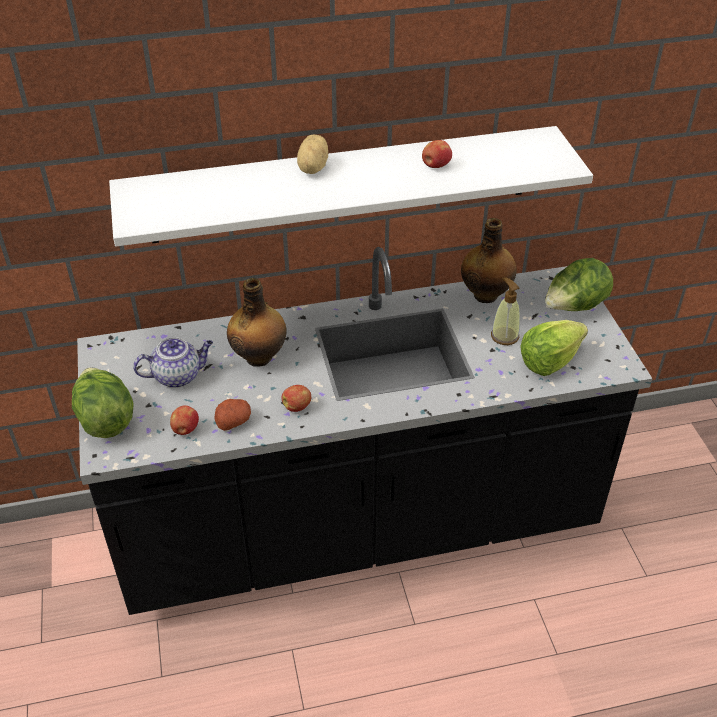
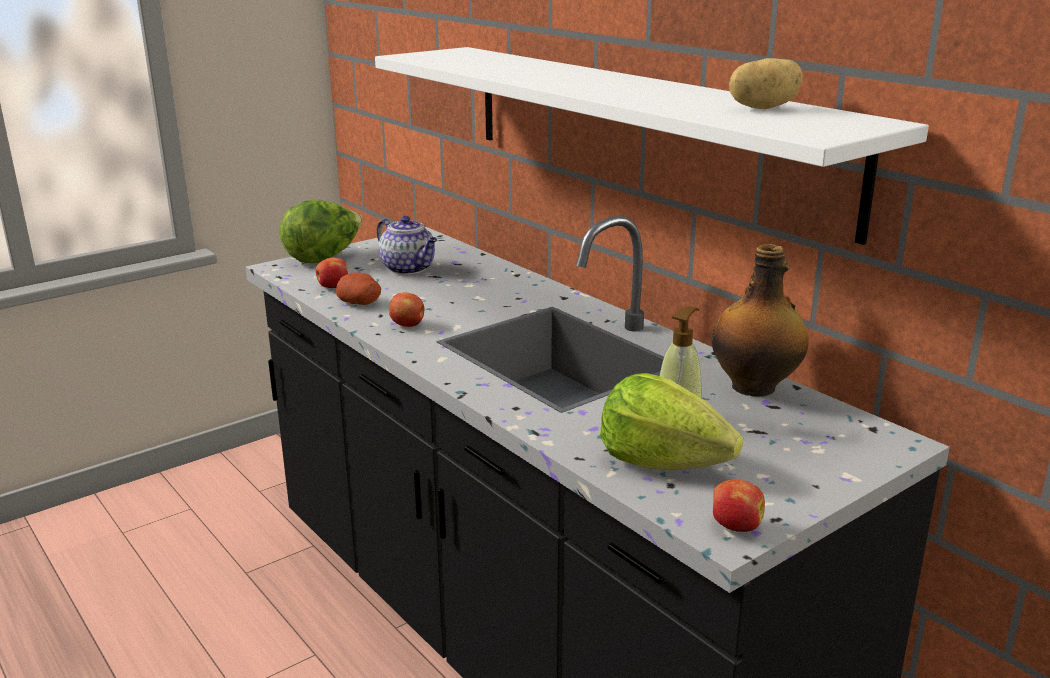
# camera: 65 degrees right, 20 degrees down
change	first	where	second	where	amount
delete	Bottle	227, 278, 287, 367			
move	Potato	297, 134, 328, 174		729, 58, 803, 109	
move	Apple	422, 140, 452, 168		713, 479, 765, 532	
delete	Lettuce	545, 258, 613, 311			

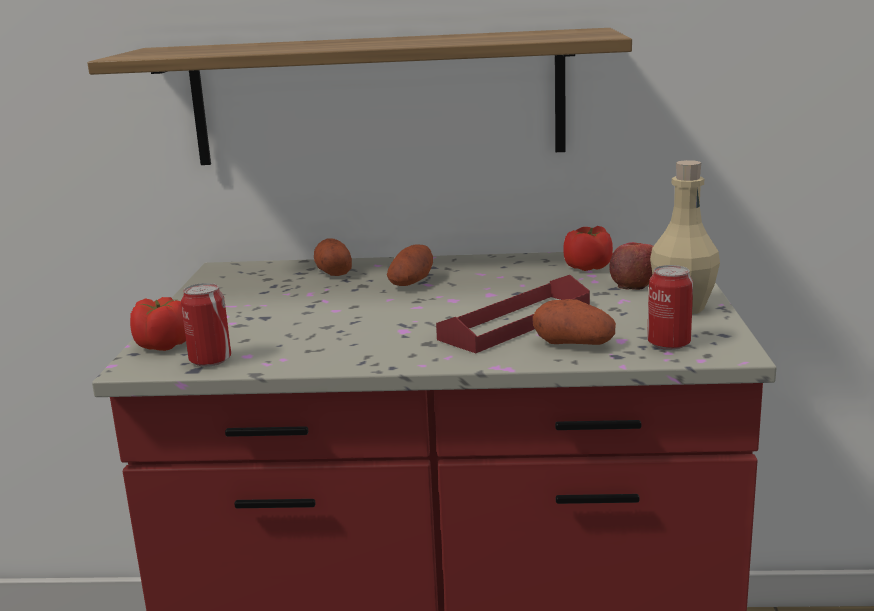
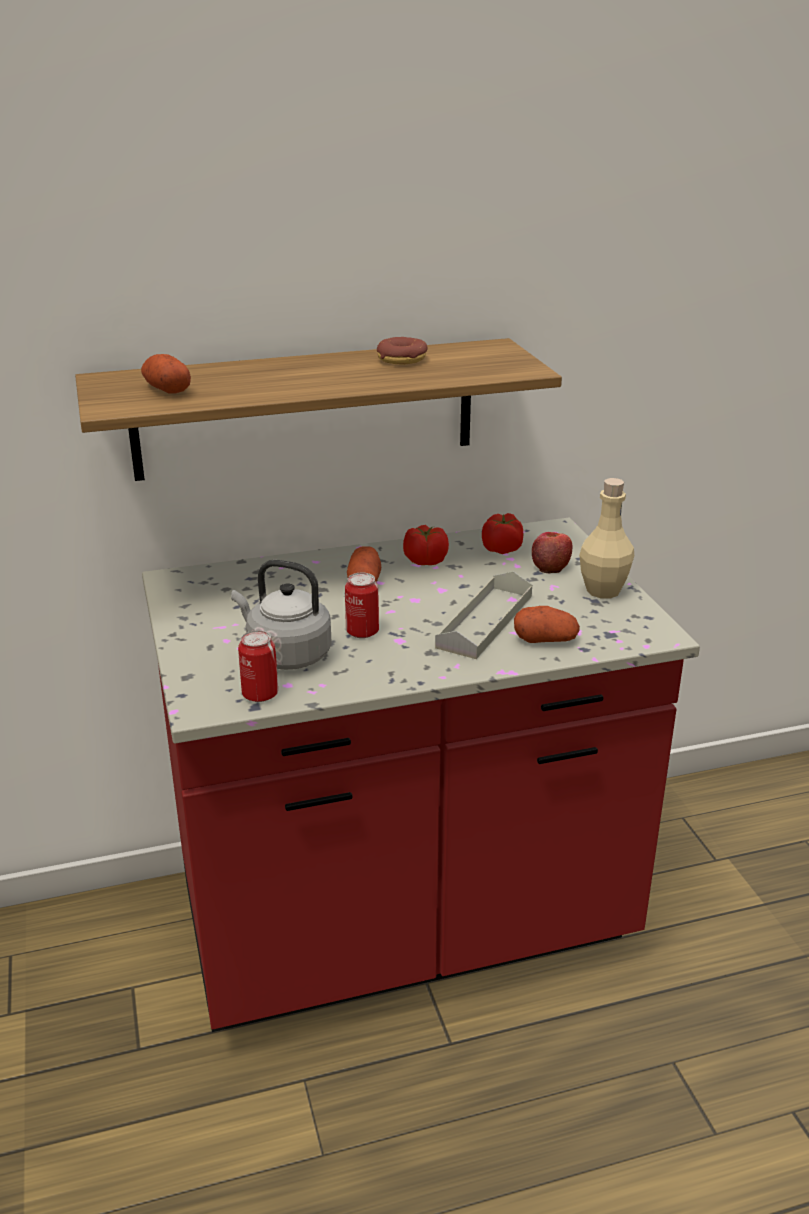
# camera: 20 degrees left, 10 degrees up
change	first	where	second	where	amount
move	Tomato	130, 297, 186, 351		403, 525, 449, 565	
move	Potato	314, 238, 352, 276		141, 354, 191, 393	
recolor	RedTray	436, 275, 590, 353	GreyTray	435, 571, 532, 659	
move	Can	647, 265, 693, 350		345, 573, 379, 638	
insert			GreyKettle	231, 560, 332, 670	
insert			Donut	377, 337, 427, 365	

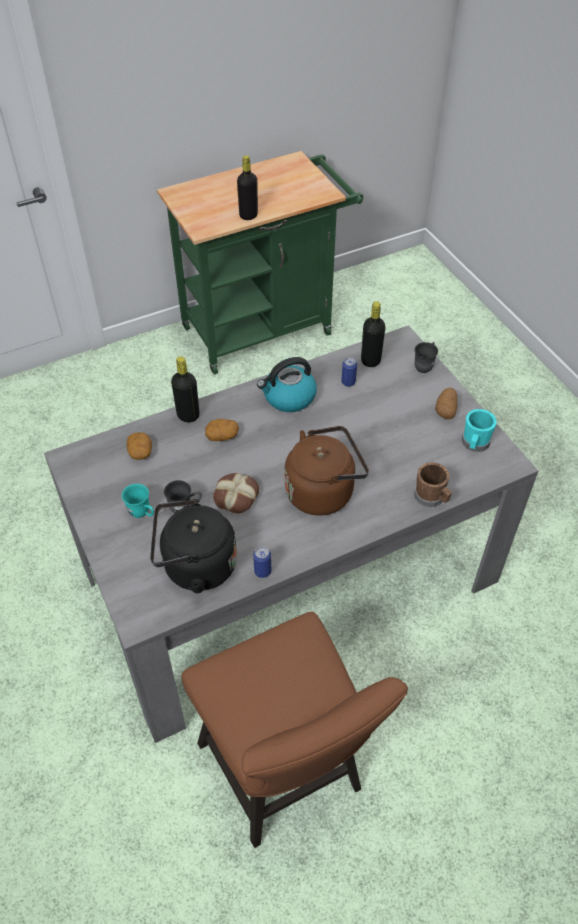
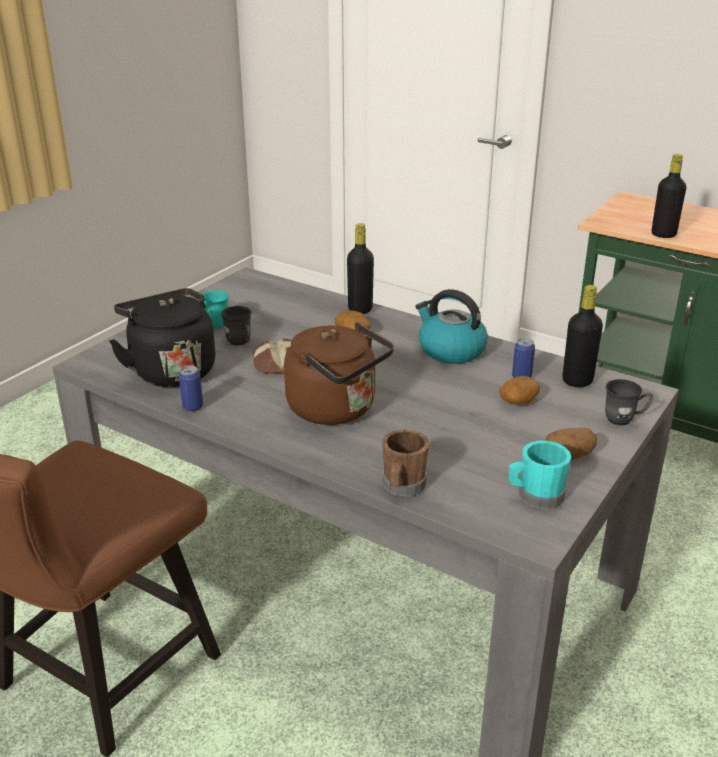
# camera: 60 degrees right, 20 degrees down
change	first	where	second	where	amount
move	Potato	127, 432, 152, 460		499, 376, 540, 404	

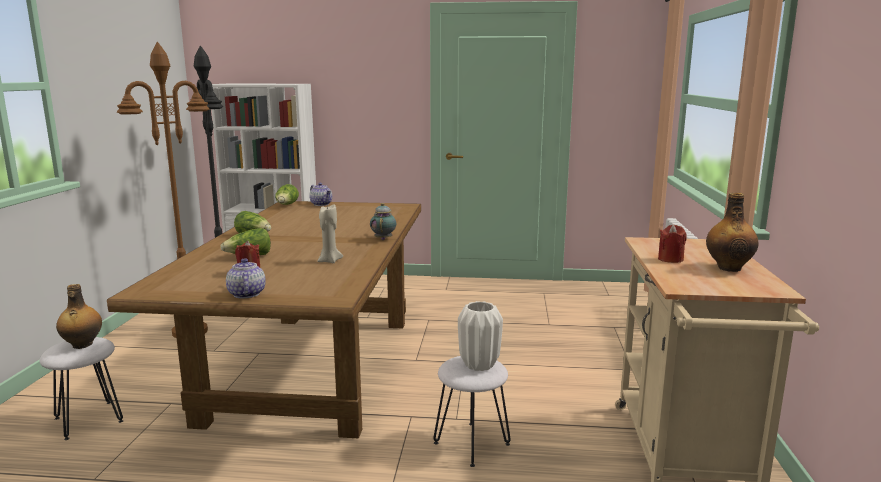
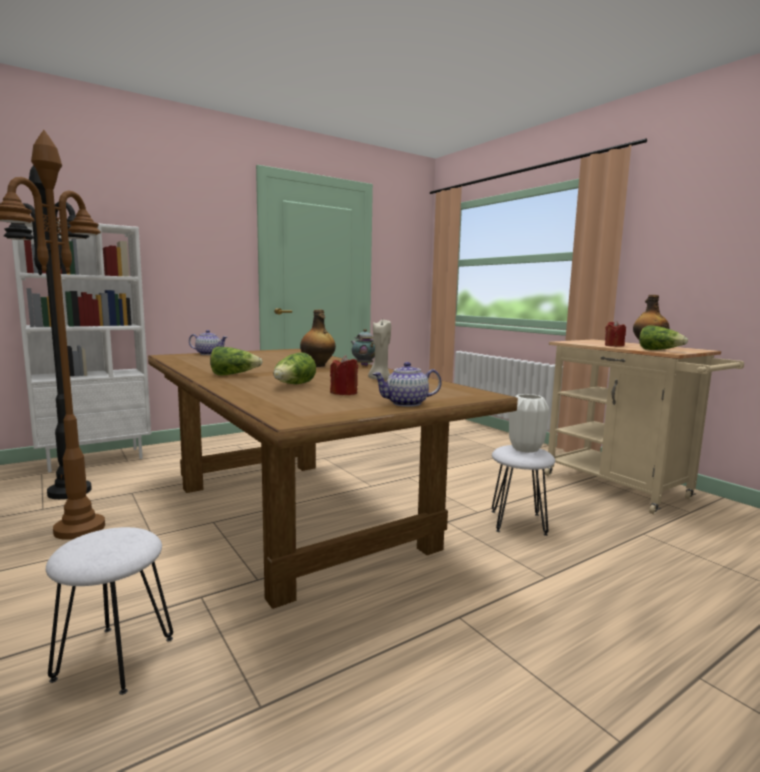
# camera: 40 degrees left, 5 degrees down
change	first	where	second	where	amount
move	Bottle	56, 284, 102, 349		300, 310, 336, 367	
rotate	Teapot	226, 258, 266, 299		373, 362, 442, 407	45 degrees counterclockwise
move	Lettuce	275, 184, 299, 205		639, 325, 688, 350	

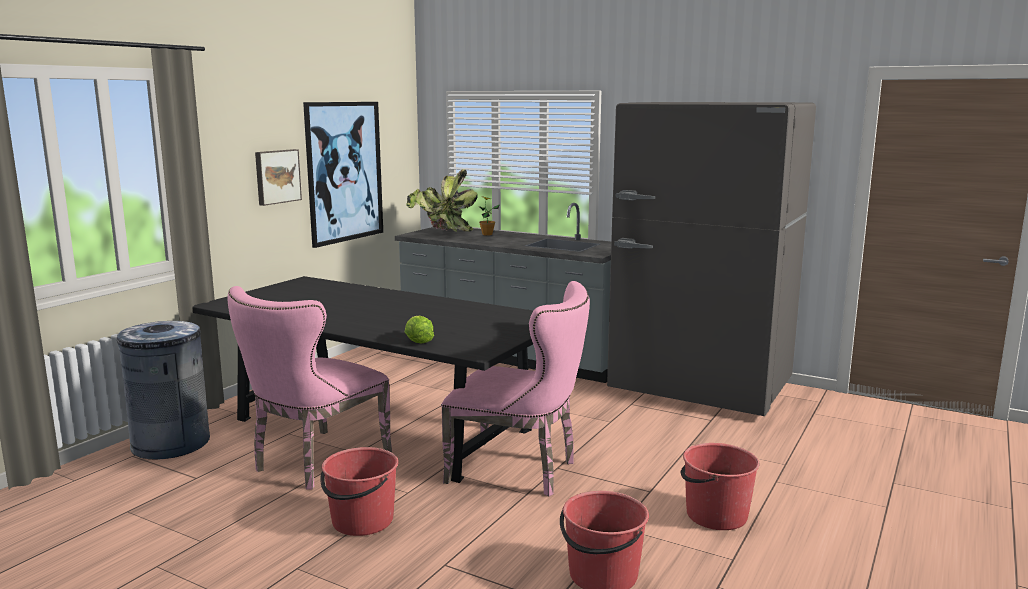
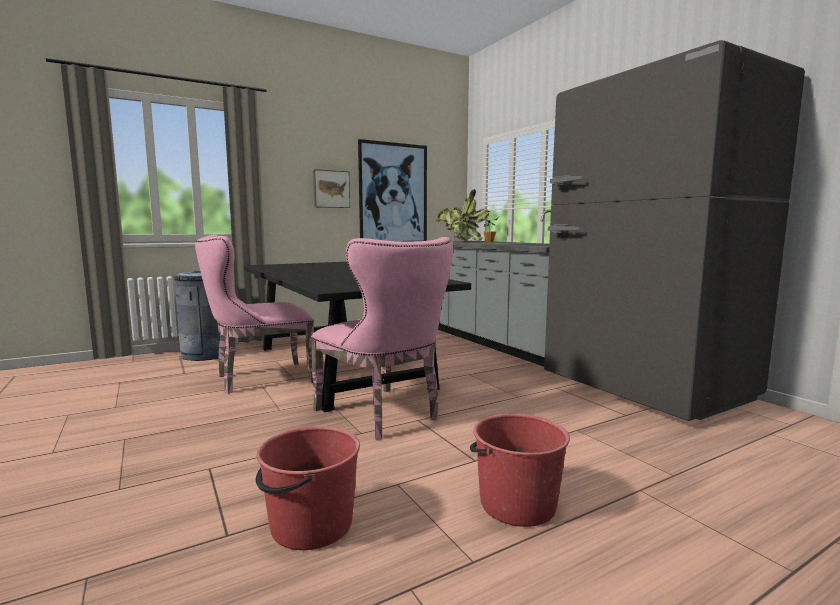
# camera: 30 degrees right, 5 degrees down
change	first	where	second	where	amount
delete	RedBucket	320, 447, 399, 536			
delete	Lettuce	405, 316, 434, 343			

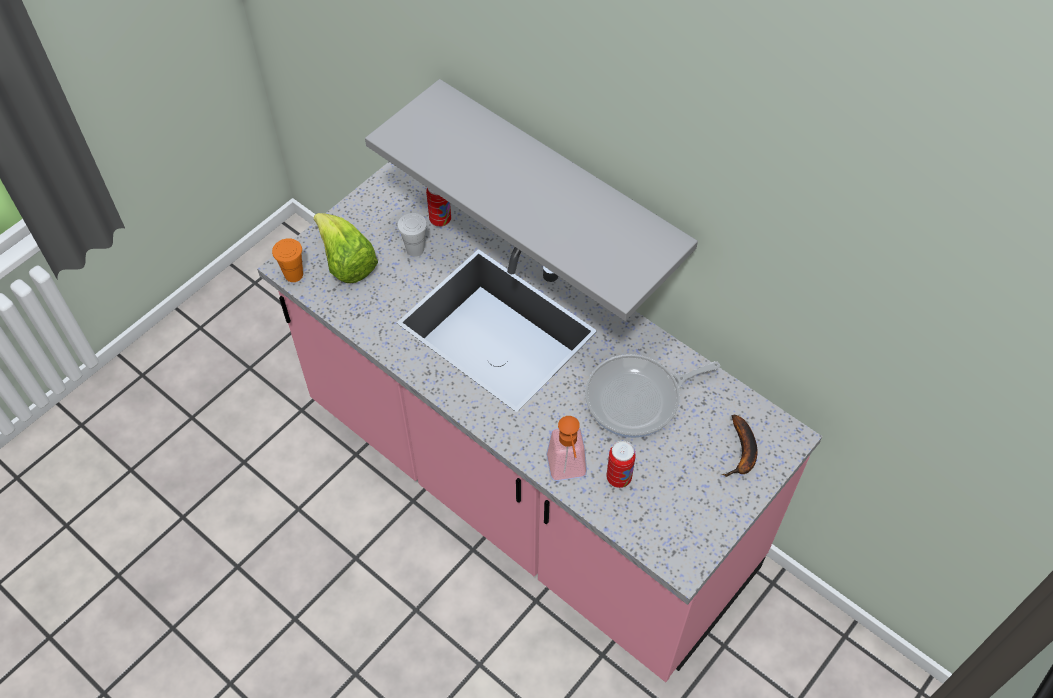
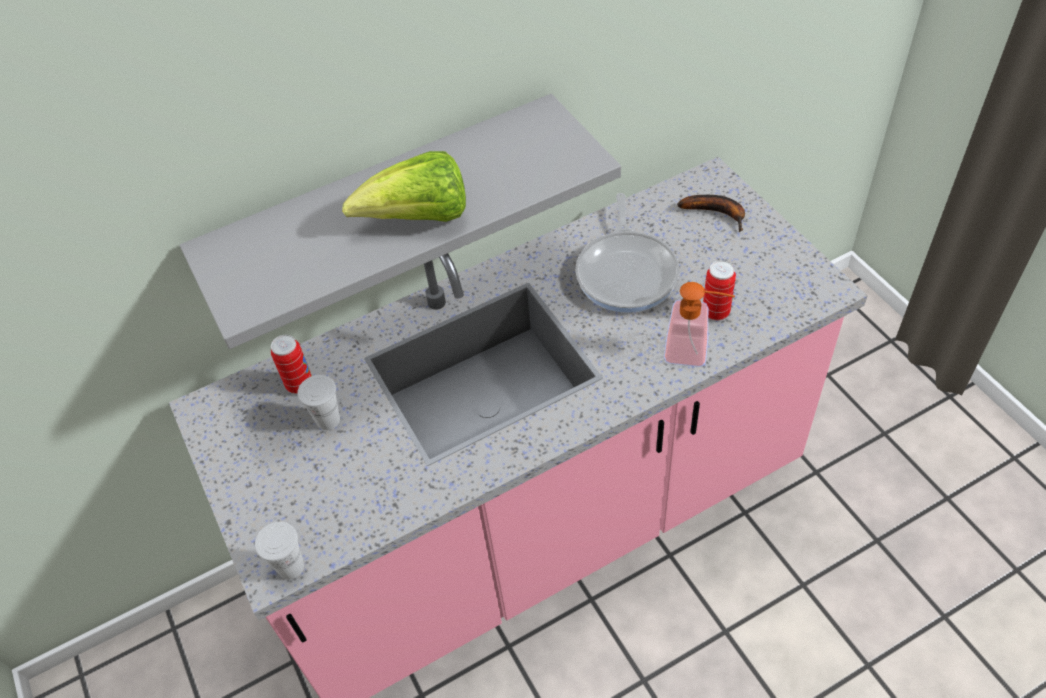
# camera: 65 degrees left, 5 degrees down
change	first	where	second	where	amount
recolor	OrangeCup	272, 238, 303, 282	WhiteCup	255, 522, 304, 580	
move	Lettuce	313, 213, 378, 283		342, 151, 466, 222	

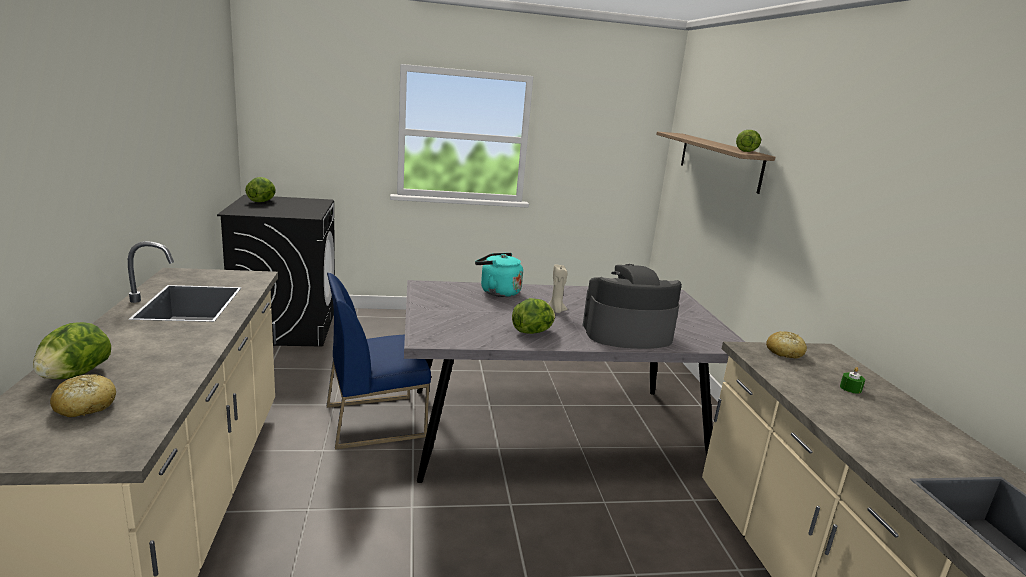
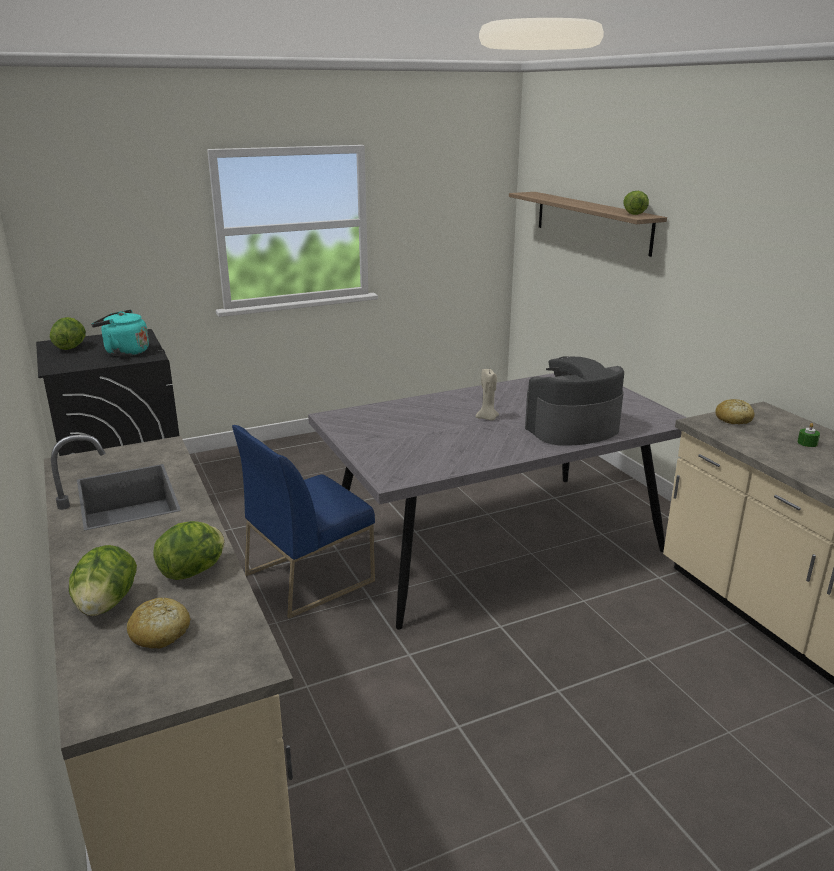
# camera: 15 degrees left, 5 degrees up
change	first	where	second	where	amount
move	TurquoiseKettle	475, 253, 523, 297		91, 310, 149, 356	
move	Lettuce	512, 298, 555, 334		154, 521, 224, 580	

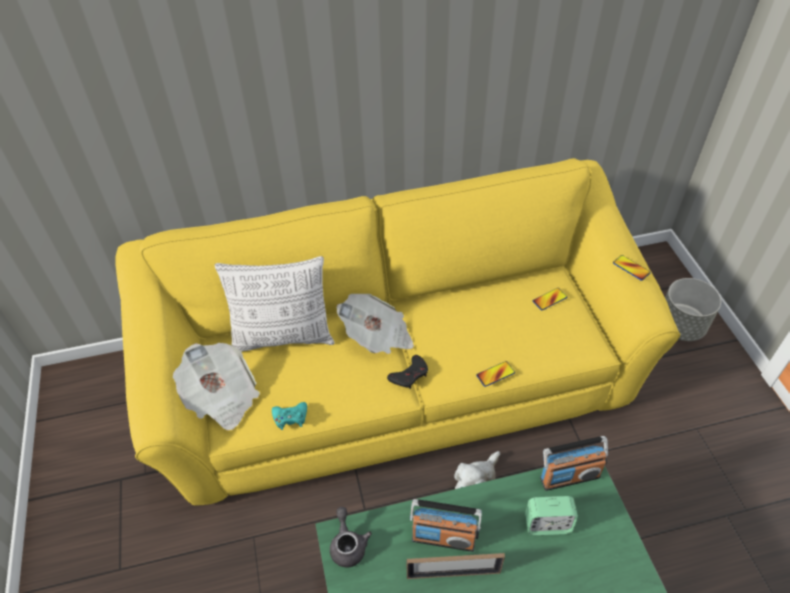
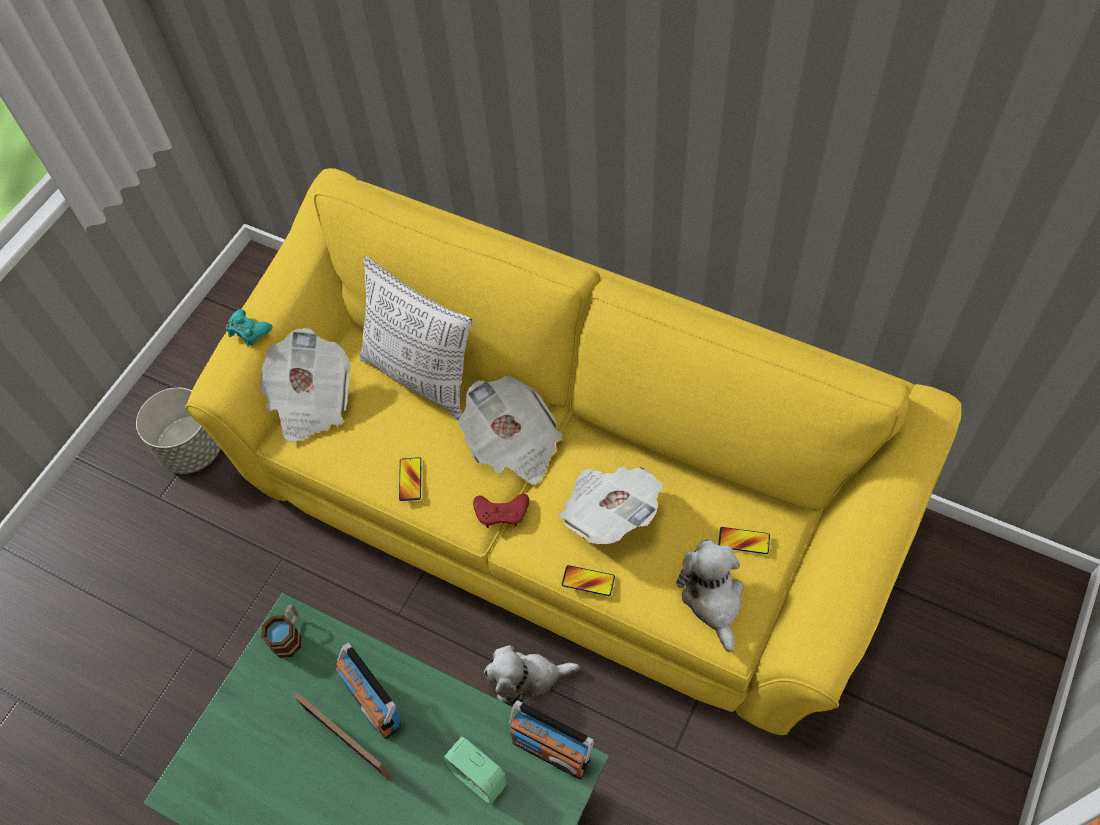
# camera: 45 degrees right, 10 degrees up
change	first	where	second	where	amount
move	TurquoiseGameController	272, 402, 307, 430		226, 309, 273, 347	
replace	GreyTeapot	330, 507, 372, 568	Mug	261, 605, 302, 658	
recolor	BlackGameController	387, 355, 428, 389	RedGameController	473, 494, 529, 528	
move	Phone	613, 255, 651, 281		399, 457, 421, 501	
move	GreyPlanter	665, 278, 721, 341		136, 387, 221, 474	
insert			Newspaper	558, 466, 663, 544	
insert			PlushToy	676, 540, 744, 652	

